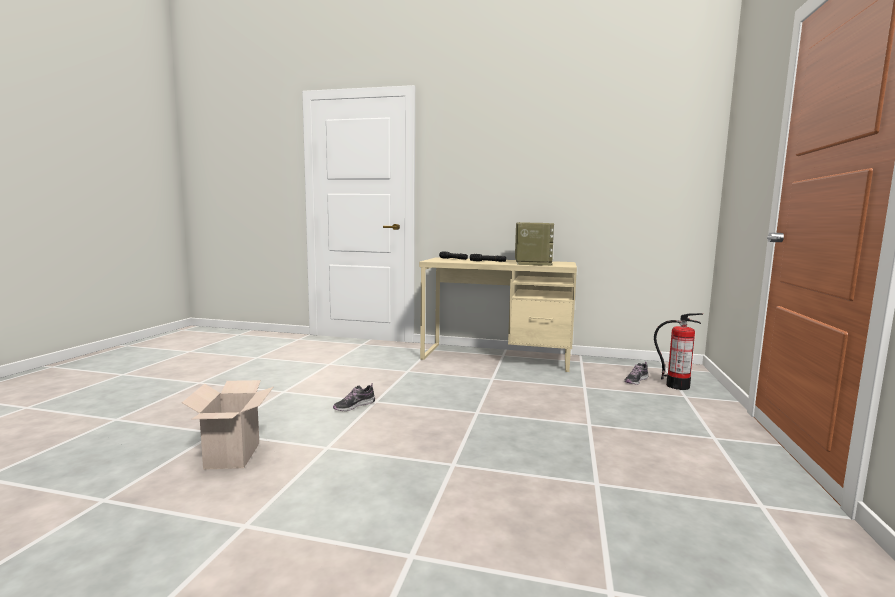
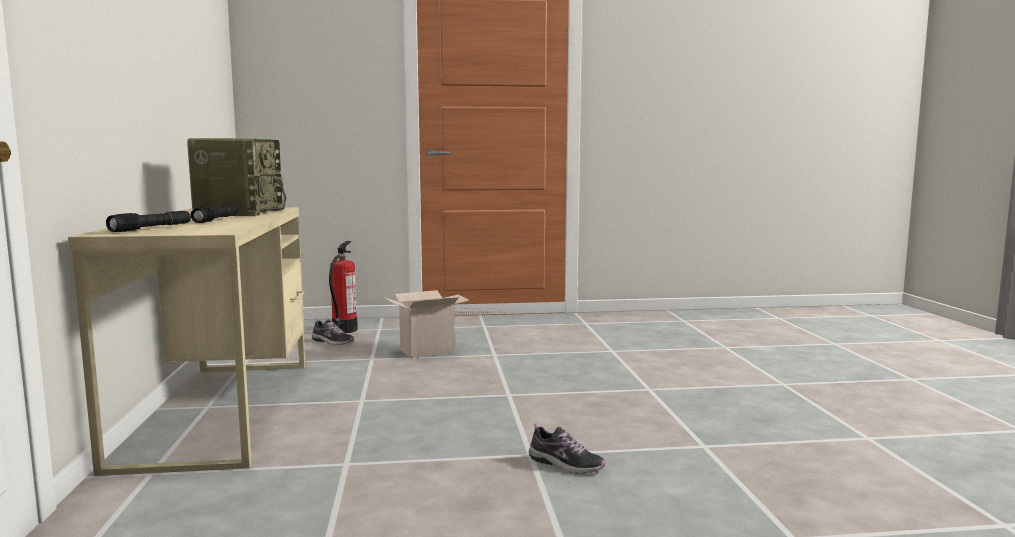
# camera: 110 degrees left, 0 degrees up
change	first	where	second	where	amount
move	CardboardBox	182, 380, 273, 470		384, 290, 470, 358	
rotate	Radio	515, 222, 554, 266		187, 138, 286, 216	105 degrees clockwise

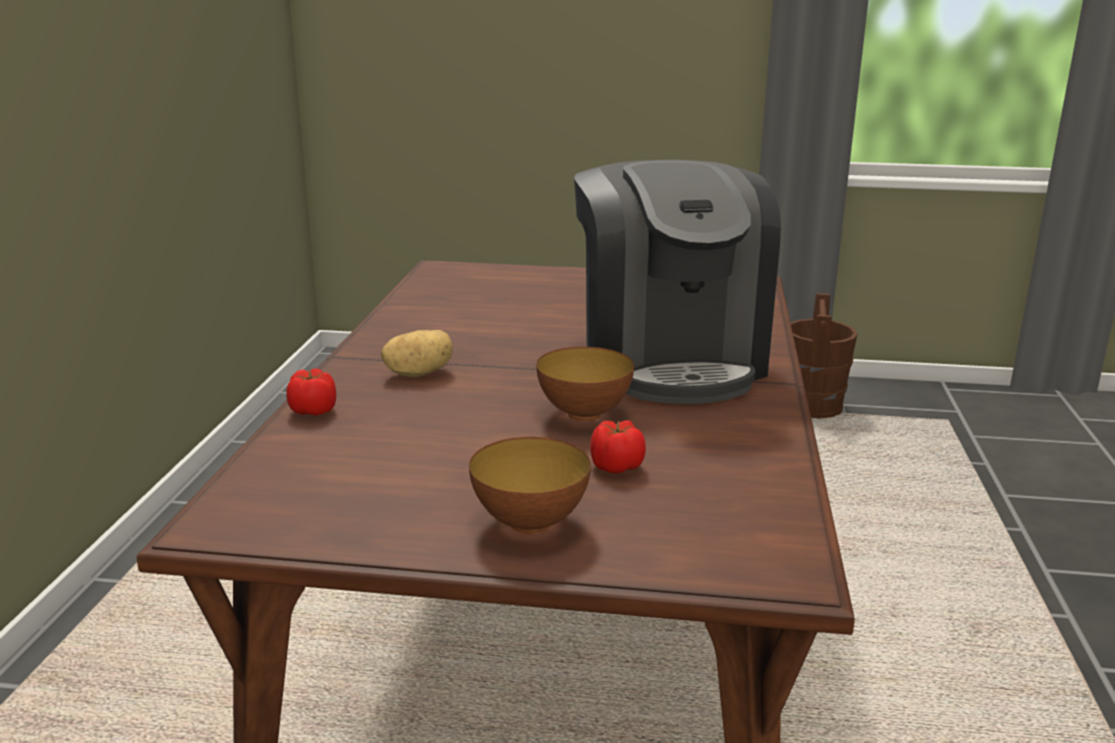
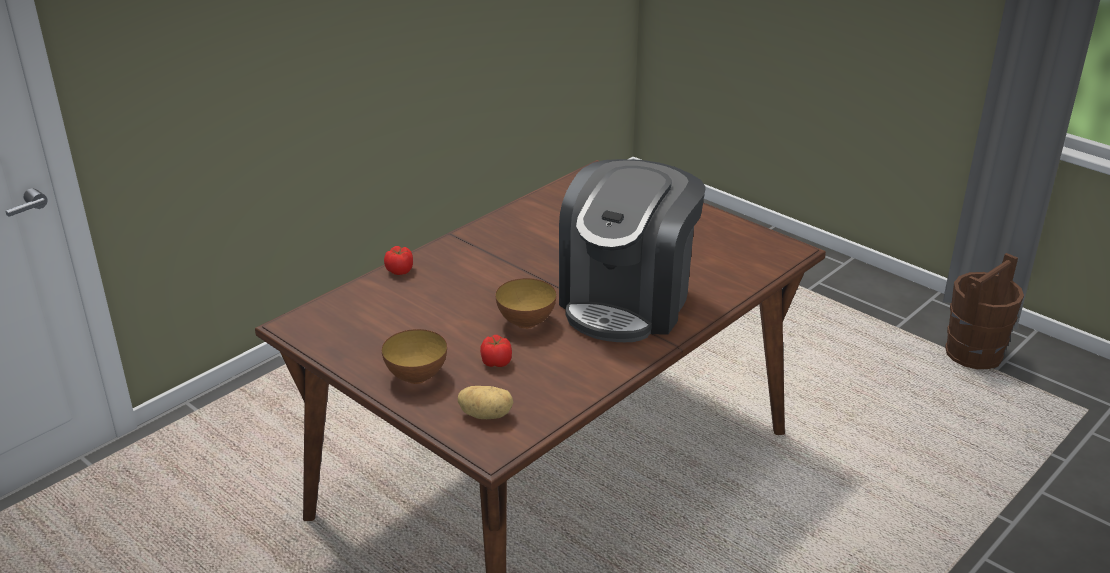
# camera: 35 degrees right, 10 degrees up
change	first	where	second	where	amount
move	Potato	381, 330, 453, 377		458, 386, 513, 419	

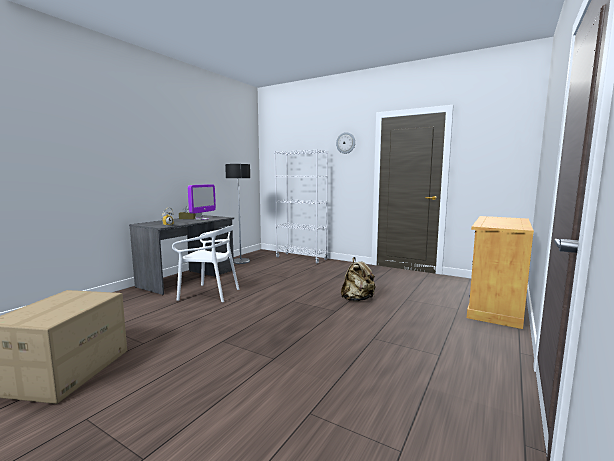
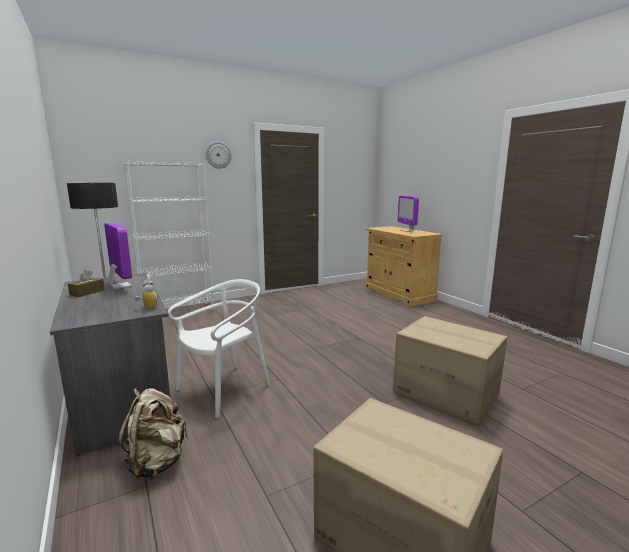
# camera: 60 degrees left, 5 degrees up
change	first	where	second	where	amount
move	BeigeBackpack	341, 257, 376, 301		119, 388, 188, 480	
insert			CardboardBox	393, 316, 507, 425	
insert			Monitor	398, 196, 419, 232	

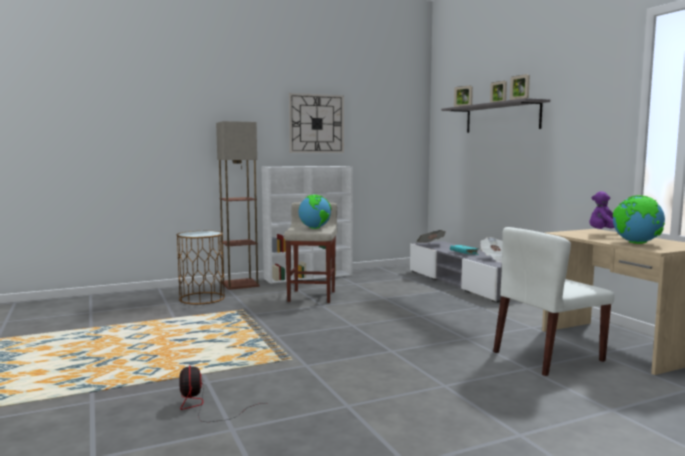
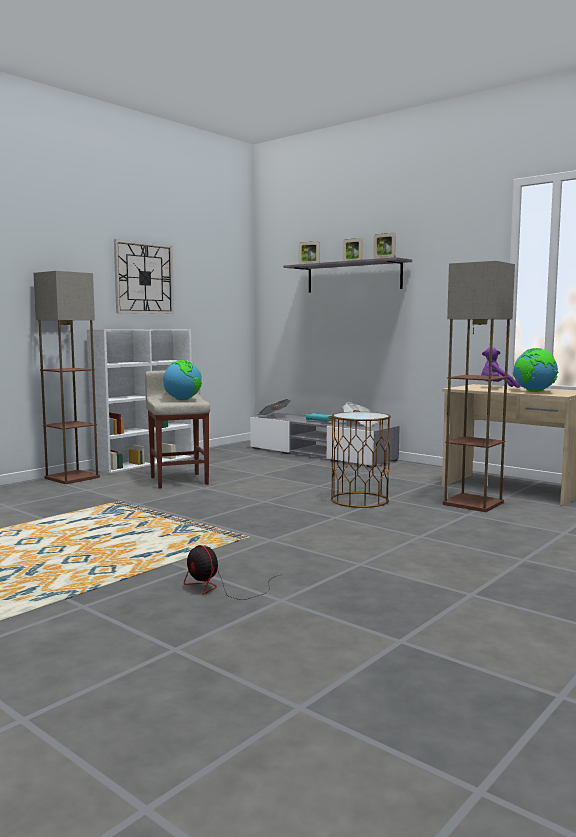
# camera: 25 degrees left, 0 degrees up
change	first	where	second	where	amount
move	BrownSideTable	176, 231, 225, 305		331, 412, 391, 508	
replace	WhiteChair	493, 227, 614, 376	FloorLamp	442, 261, 515, 512	

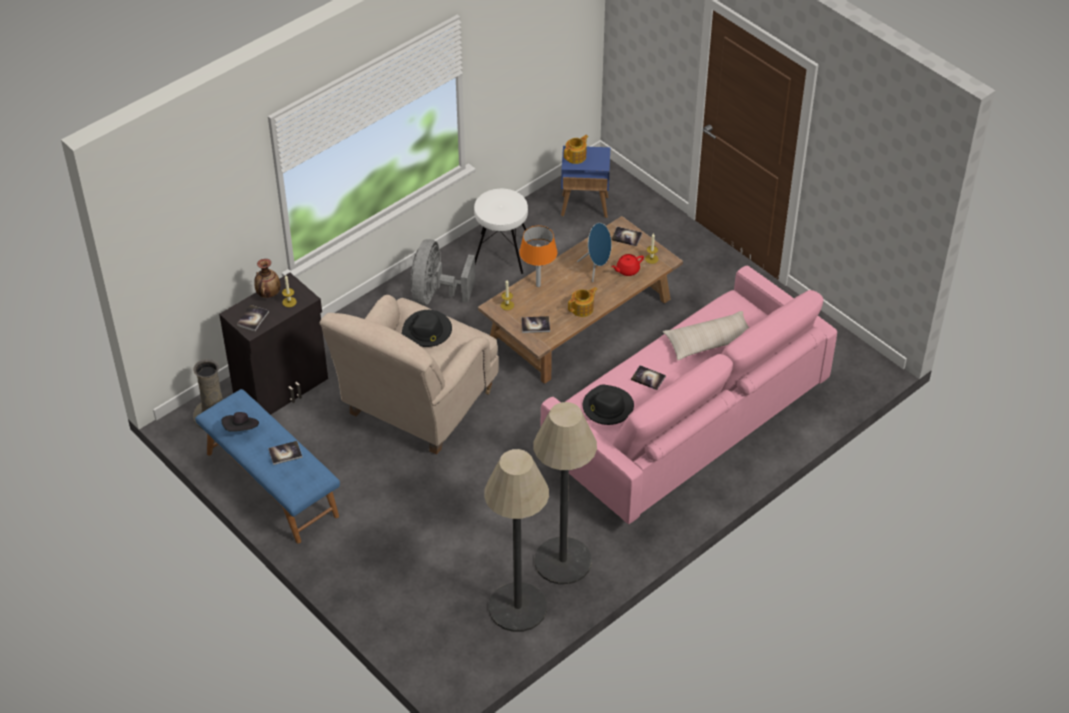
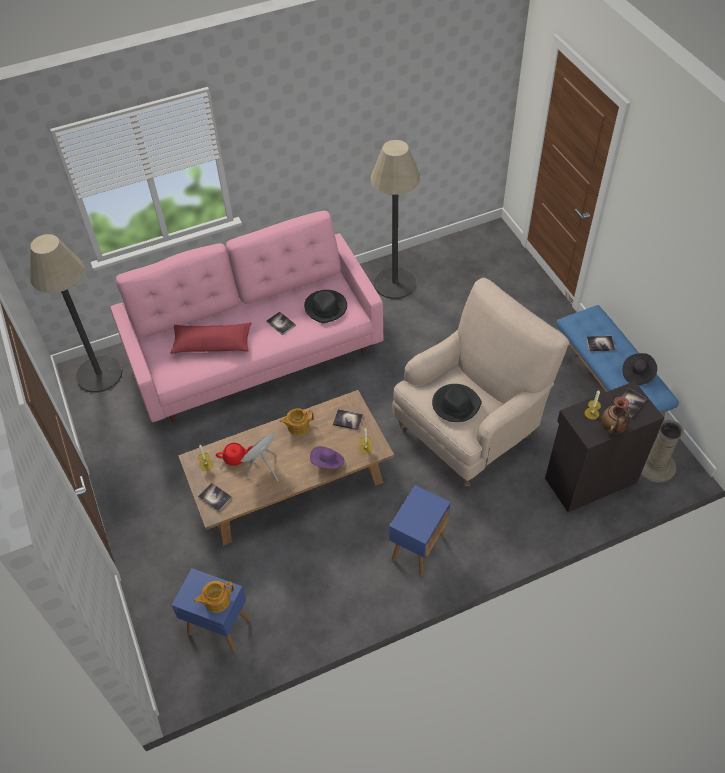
# camera: 160 degrees left, 5 degrees up
change	first	where	second	where	amount
replace	GreyFan	410, 239, 476, 305	BlueSideTable	389, 485, 450, 576	
delete	WhiteStool	474, 189, 528, 274			
move	FloorLamp	484, 449, 549, 632		30, 234, 122, 393	
replace	OrangeTableLamp	519, 226, 557, 287	PurpleHat	310, 446, 345, 469	
recolor	BeigePillow	663, 311, 749, 360	RedPillow	170, 323, 251, 354	

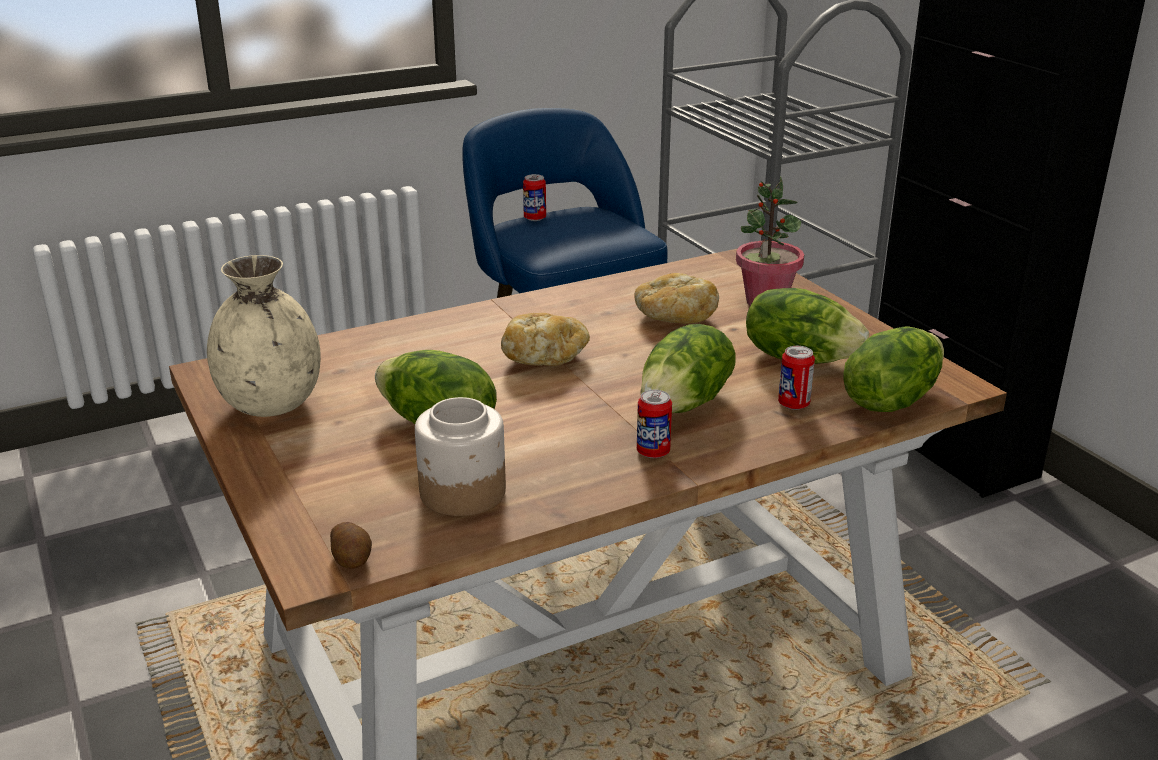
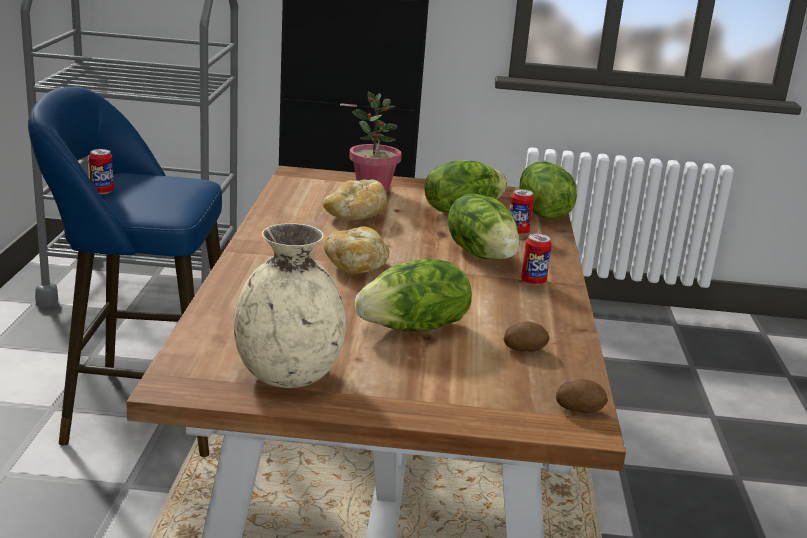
# camera: 60 degrees left, 5 degrees down
change	first	where	second	where	amount
replace	Jar	415, 397, 506, 516	Potato	503, 322, 550, 352	

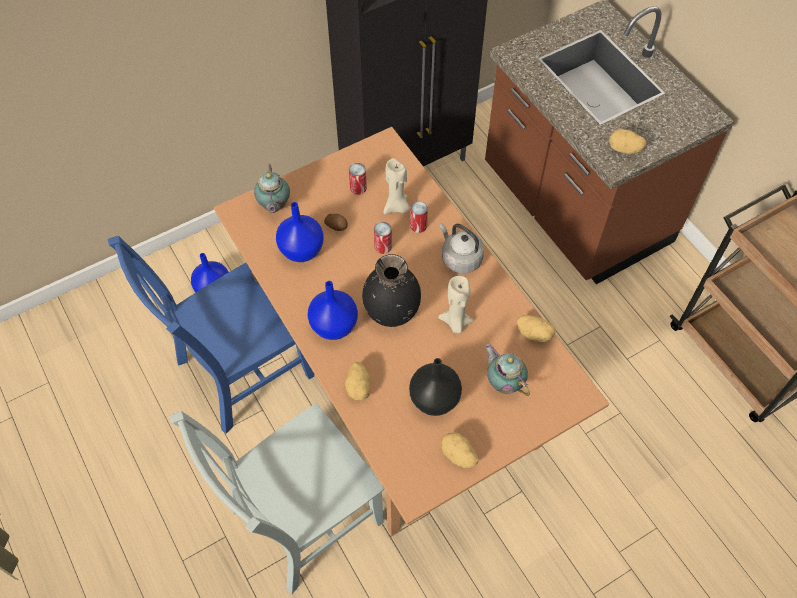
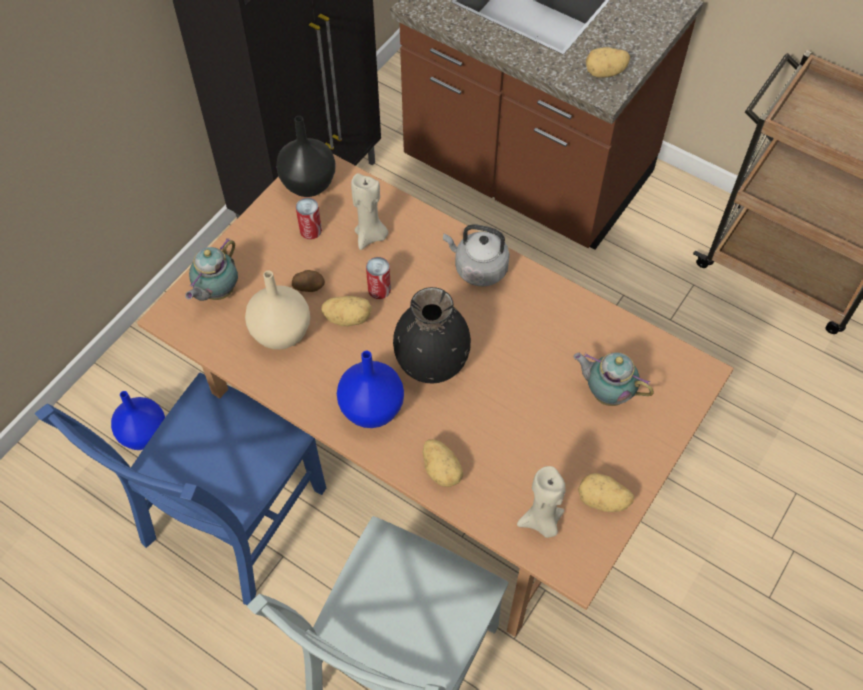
# camera: 25 degrees left, 0 degrees up
change	first	where	second	where	amount
rotate	Teapot	254, 164, 290, 213		185, 238, 238, 301	60 degrees clockwise
recolor	BlueVase	276, 202, 324, 262	BeigeVase	245, 271, 310, 349	
move	BlackVase	409, 358, 462, 416		276, 116, 336, 197	
delete	Can	410, 201, 428, 233			
move	BeigeCandle	438, 276, 474, 333		517, 466, 566, 538	
move	Potato	517, 315, 555, 342		322, 296, 372, 326	

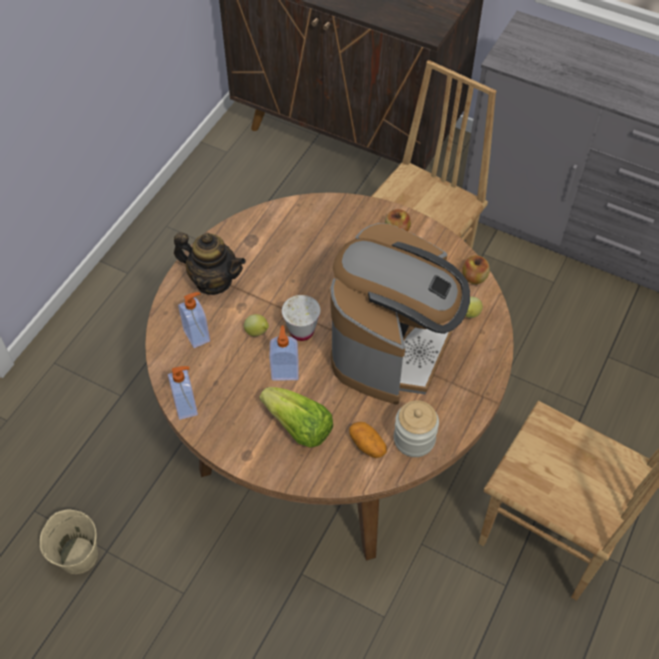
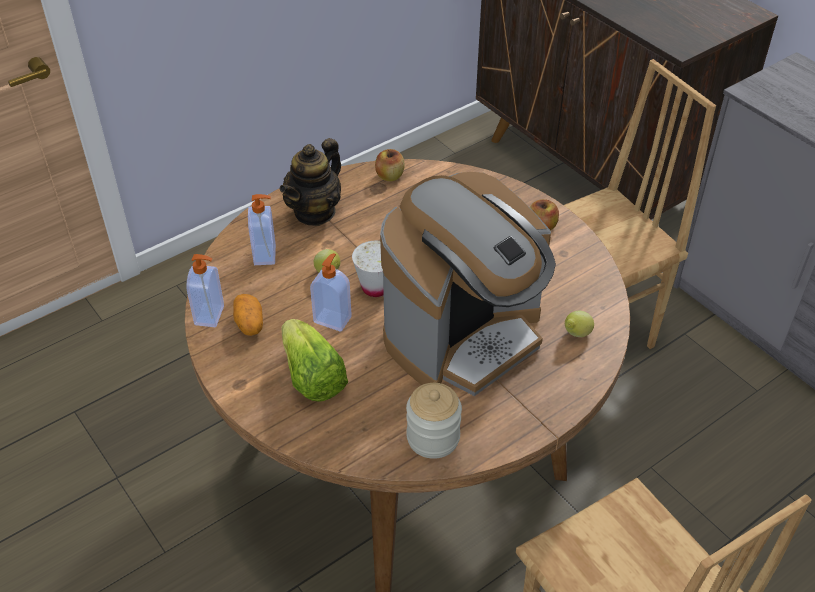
# camera: 25 degrees right, 10 degrees down
change	first	where	second	where	amount
delete	BeigeBucket	40, 510, 98, 574			
rotate	Teapot	174, 232, 246, 295		279, 138, 341, 226	75 degrees clockwise
move	Potato	349, 422, 387, 458		233, 294, 263, 336	
move	Apple	462, 255, 490, 284		375, 149, 405, 181	

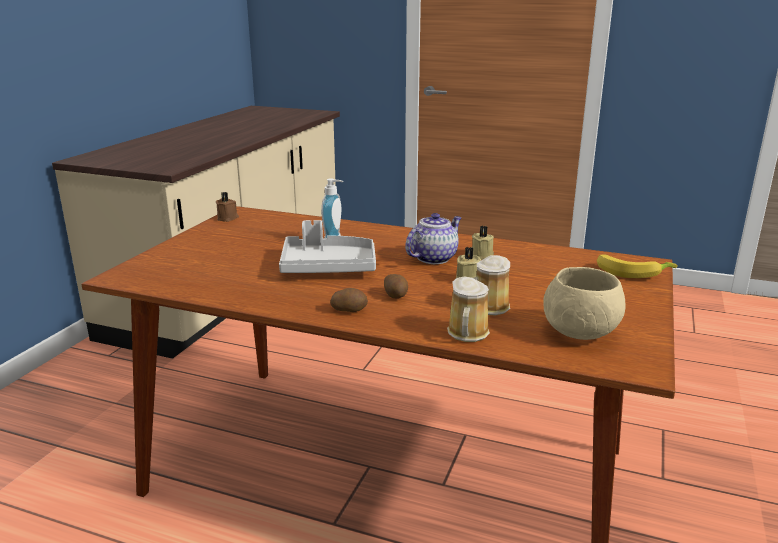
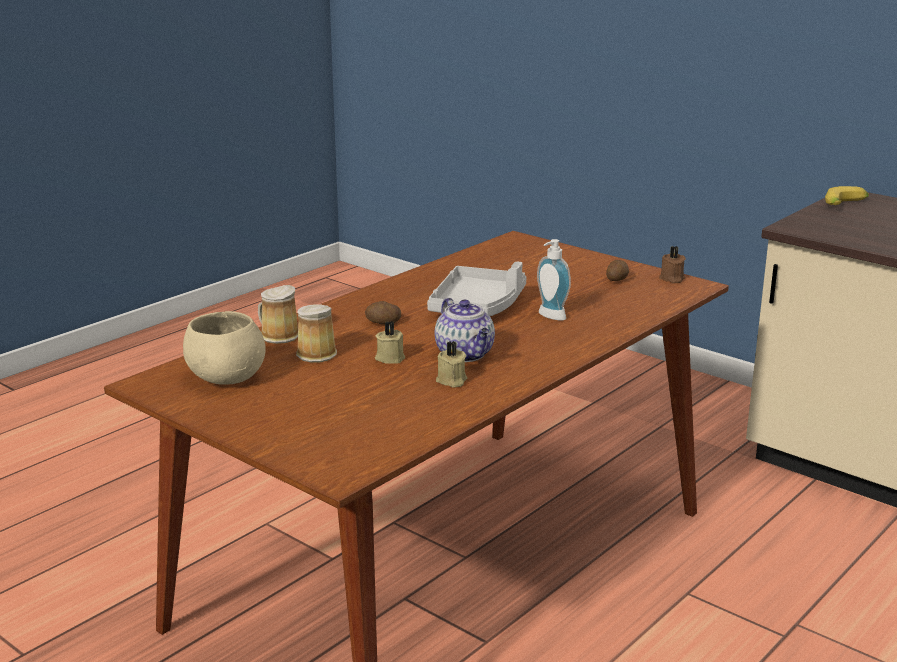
# camera: 110 degrees right, 0 degrees up
change	first	where	second	where	amount
move	Potato	330, 288, 368, 312		606, 260, 629, 281	
move	Banana	597, 254, 677, 278		825, 186, 869, 205	

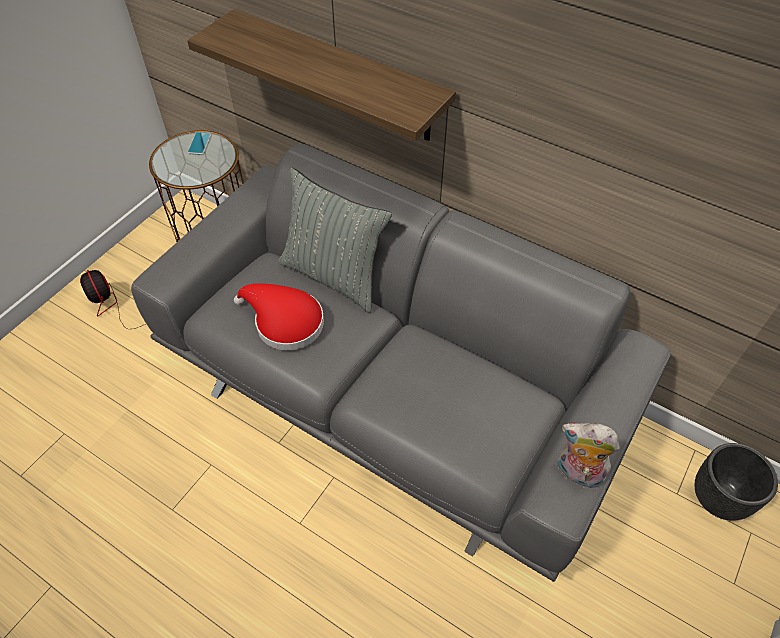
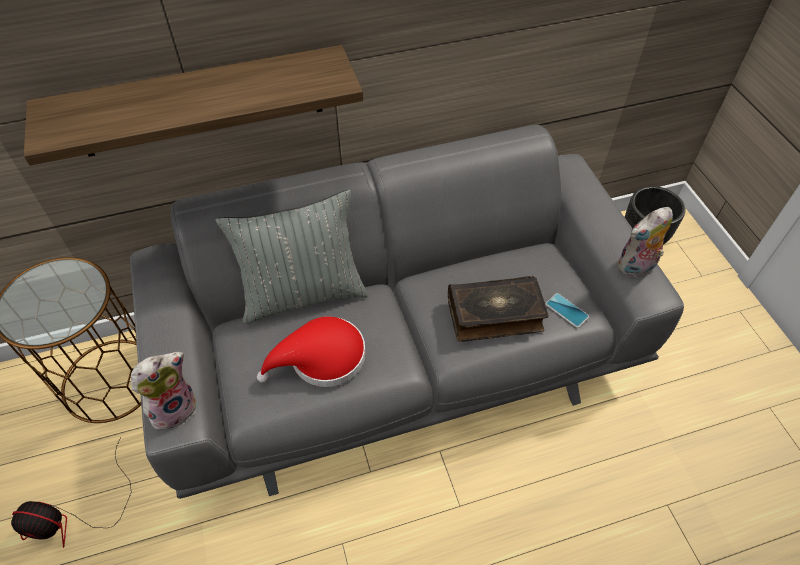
# camera: 50 degrees left, 0 degrees up
change	first	where	second	where	amount
move	Phone	187, 132, 211, 155		545, 293, 589, 328	
insert			PlushToy	131, 352, 196, 432	
insert			Book	448, 276, 549, 342	

